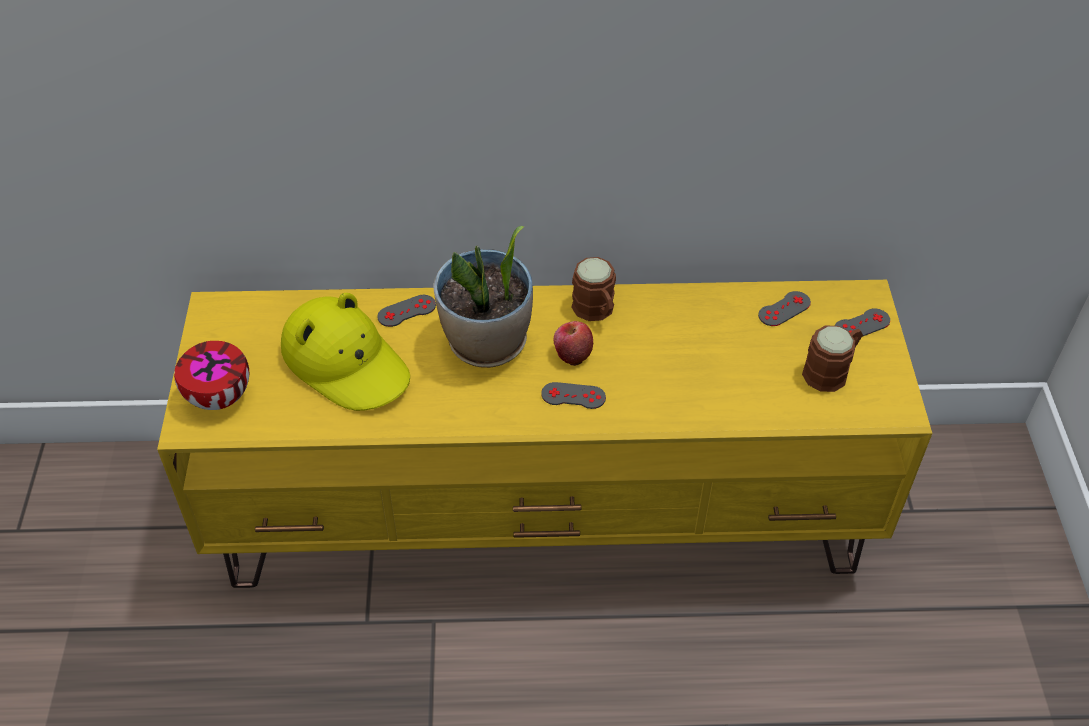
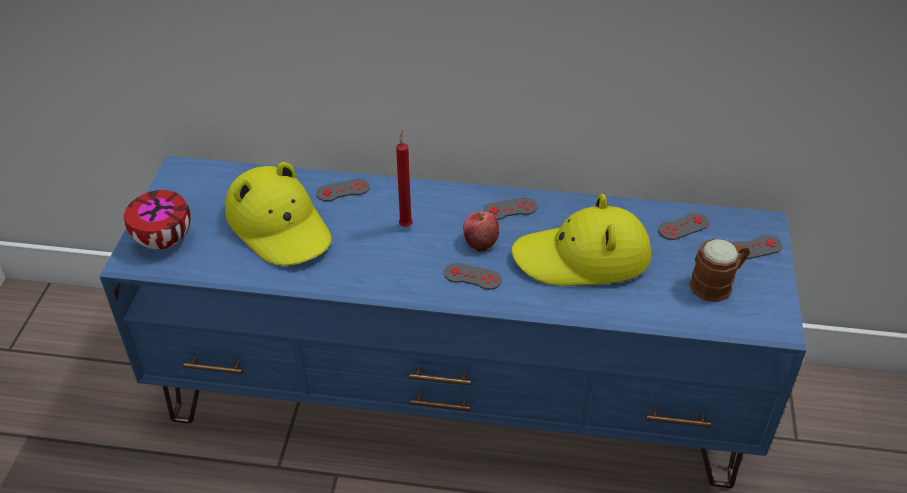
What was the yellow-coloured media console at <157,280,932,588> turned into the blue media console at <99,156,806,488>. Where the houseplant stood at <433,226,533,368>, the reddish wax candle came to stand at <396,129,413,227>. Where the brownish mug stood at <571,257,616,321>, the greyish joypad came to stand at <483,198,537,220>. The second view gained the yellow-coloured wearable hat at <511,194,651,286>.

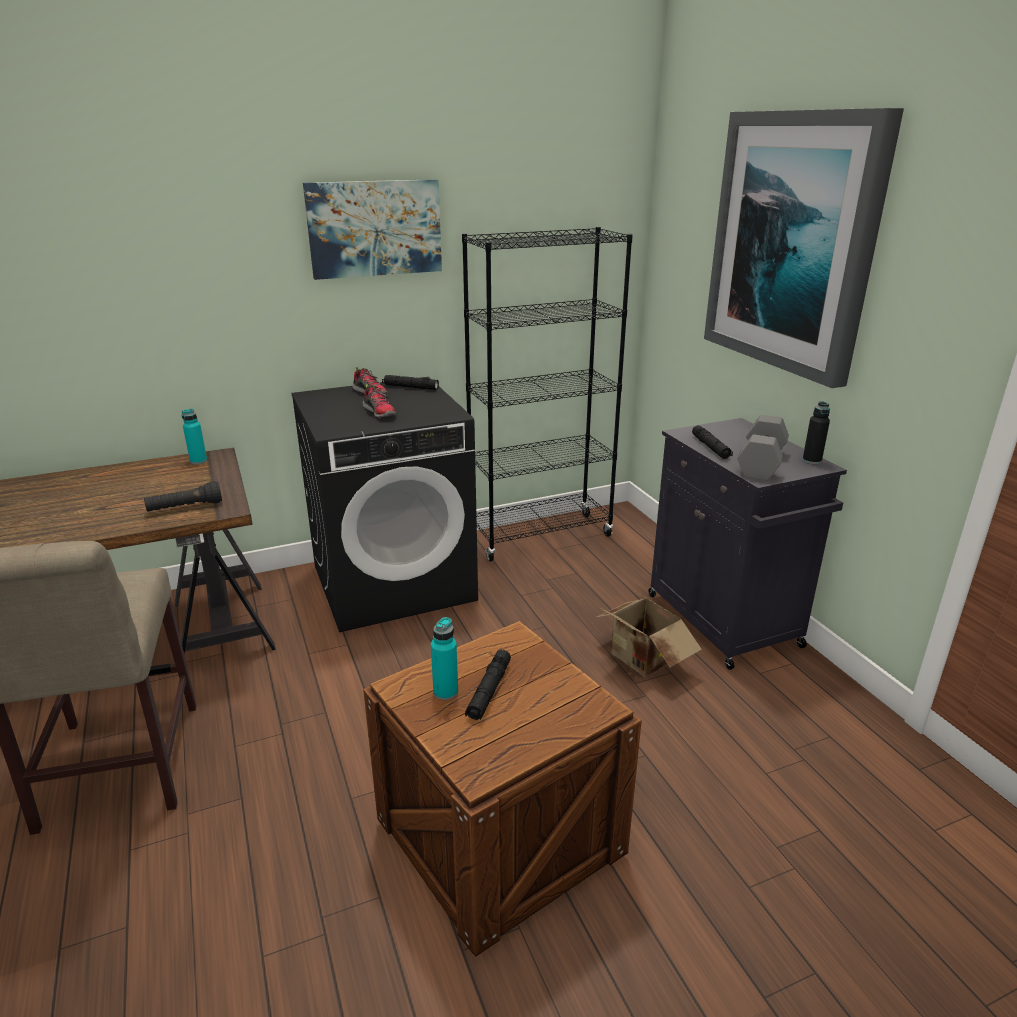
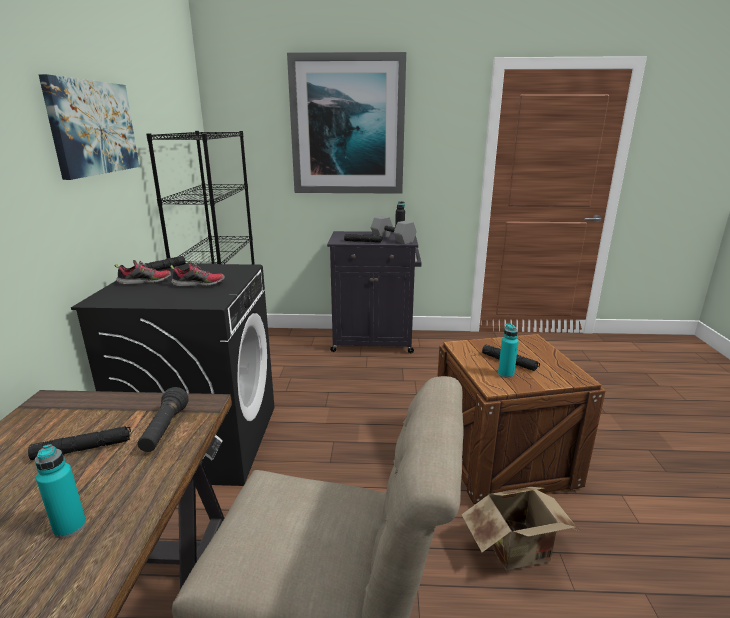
The second view gained the black torch at <28,426,131,460>. The turquoise-coloured drink bottle ended up elsewhere, having gone from <182,409,207,464> to <35,444,86,538>. The carton ended up elsewhere, having gone from <595,592,702,677> to <461,487,582,571>.

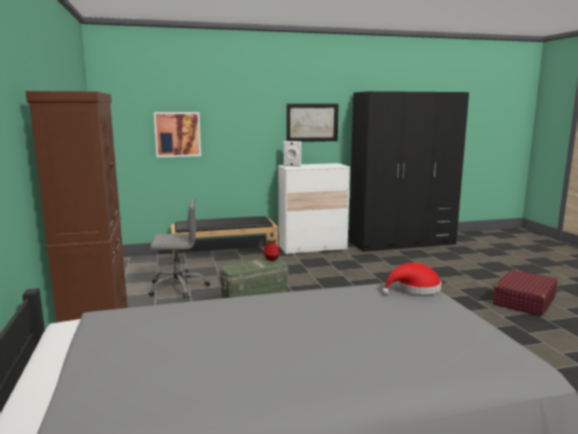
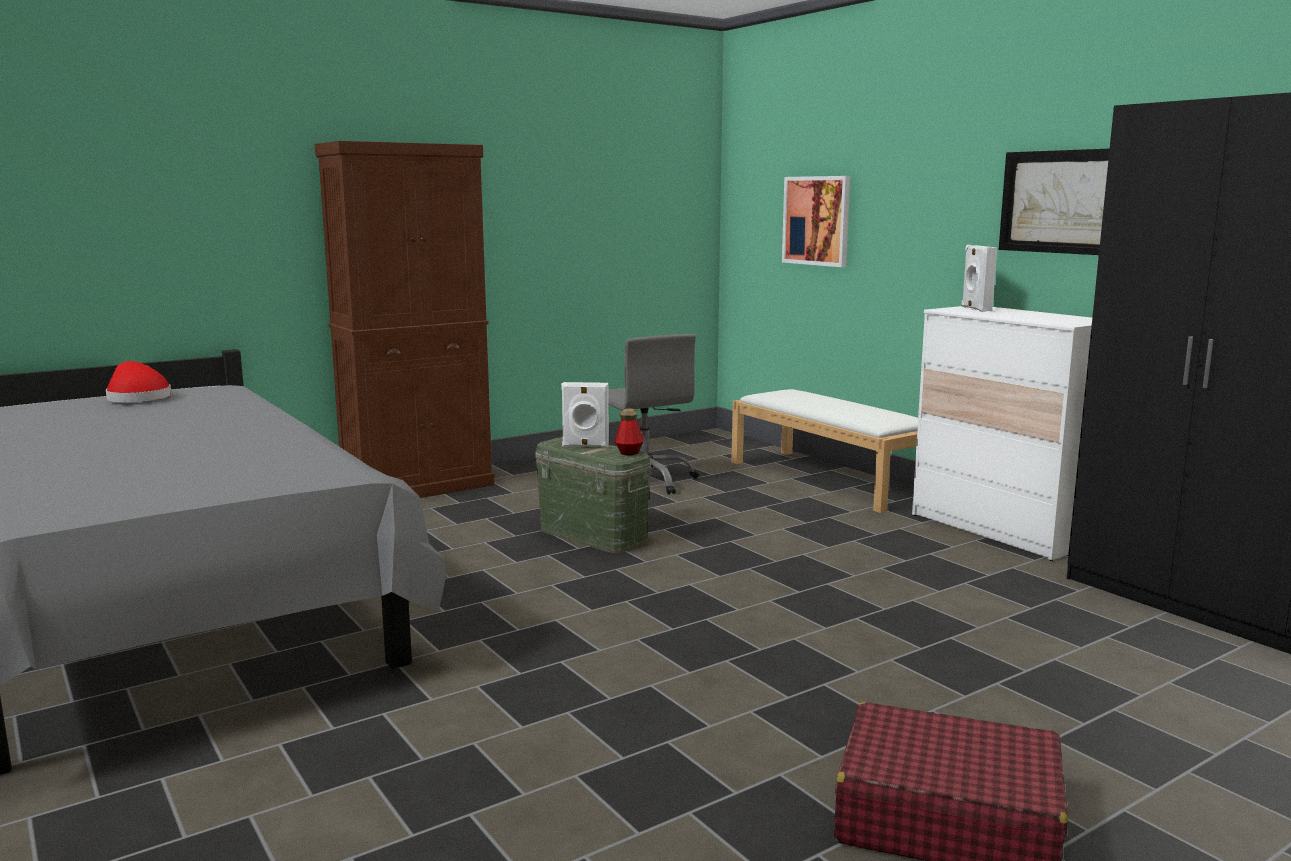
The reddish wearable hat ended up elsewhere, having gone from <382,263,441,295> to <106,361,171,402>. The second view gained the white loudspeaker at <561,382,609,447>. What was the black bench at <171,216,278,266> turned into the white bench at <731,389,918,513>.

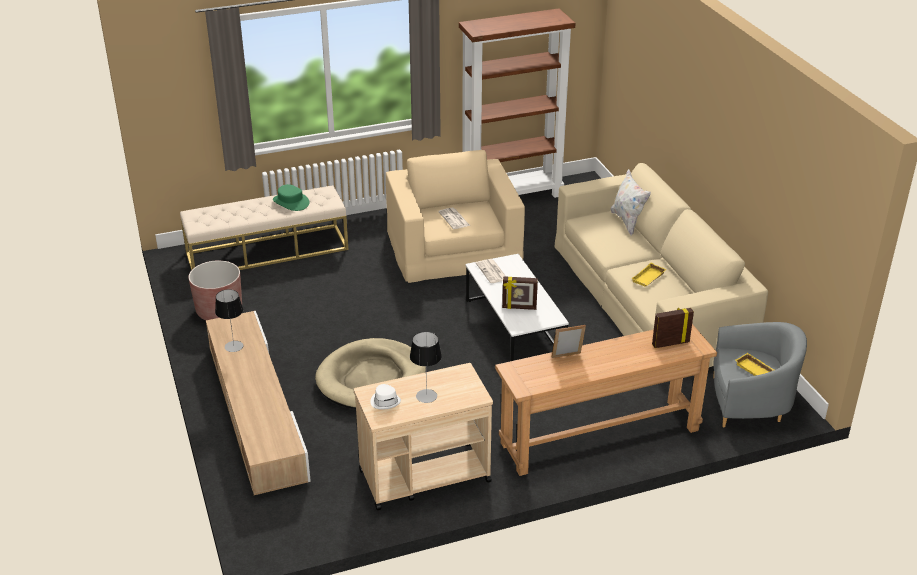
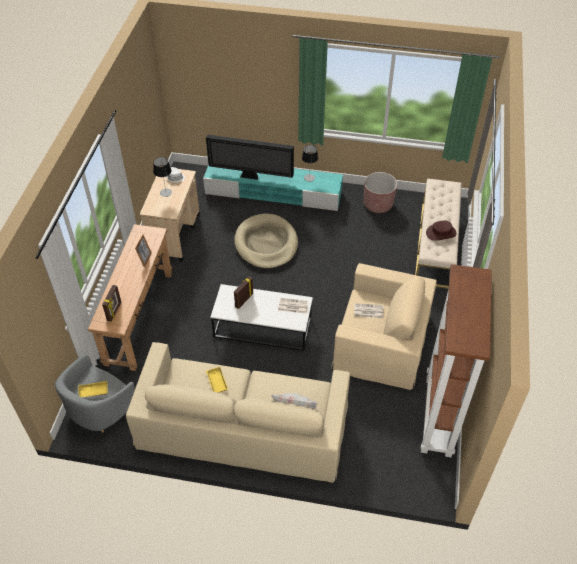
What was the beige media console at <206,311,311,495> turned into the turquoise-coloured media console at <203,165,343,211>. The second view gained the television at <206,135,294,180>. What was the green-coloured wearable hat at <273,184,310,211> turned into the brownish wearable hat at <426,221,457,241>.

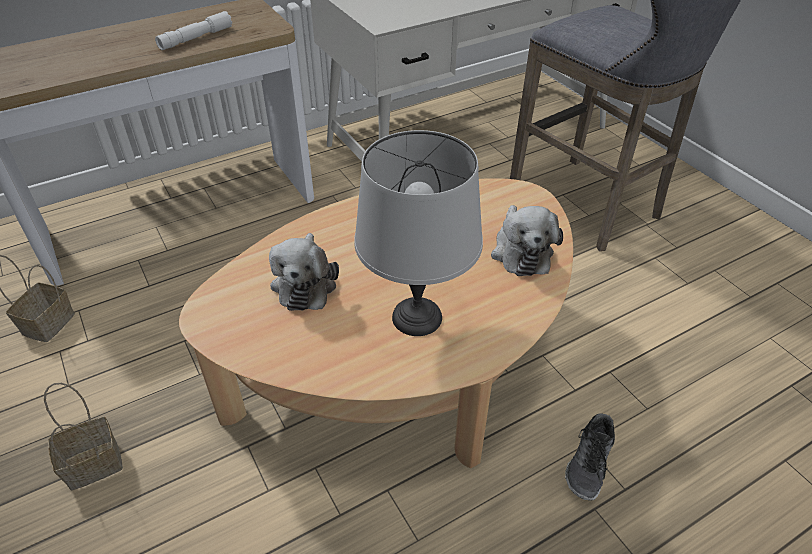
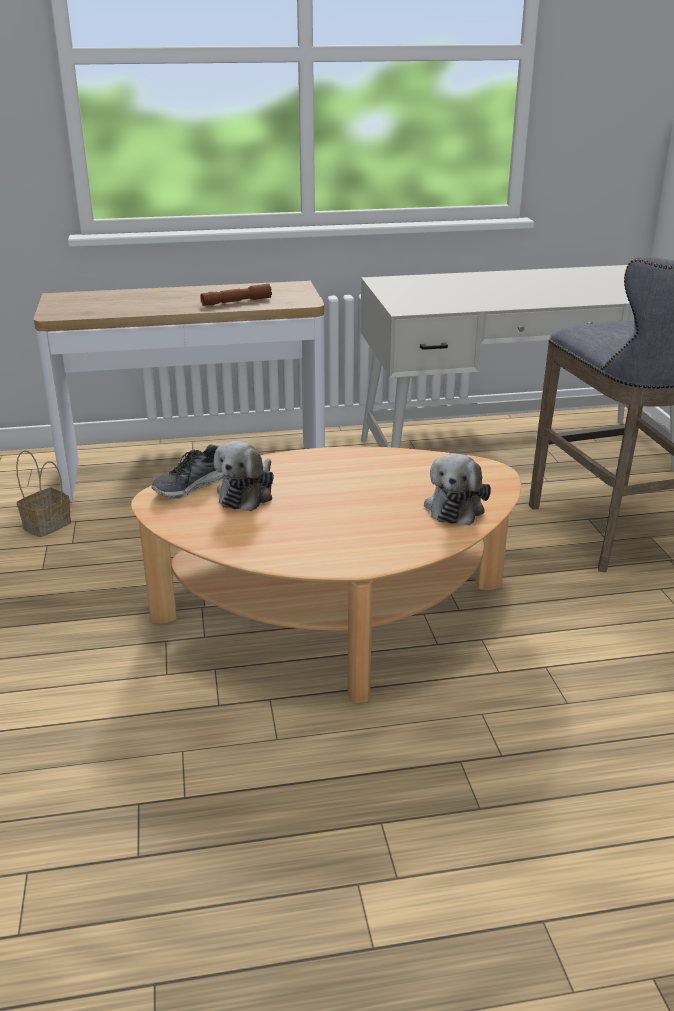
The item of footwear ended up elsewhere, having gone from <565,414,615,501> to <152,445,224,499>. What was the white torch at <155,11,232,50> turned into the brownish torch at <200,283,272,306>. The second view lost the basket at <44,383,123,490>. The second view lost the greyish lamp for a table at <354,130,483,336>.

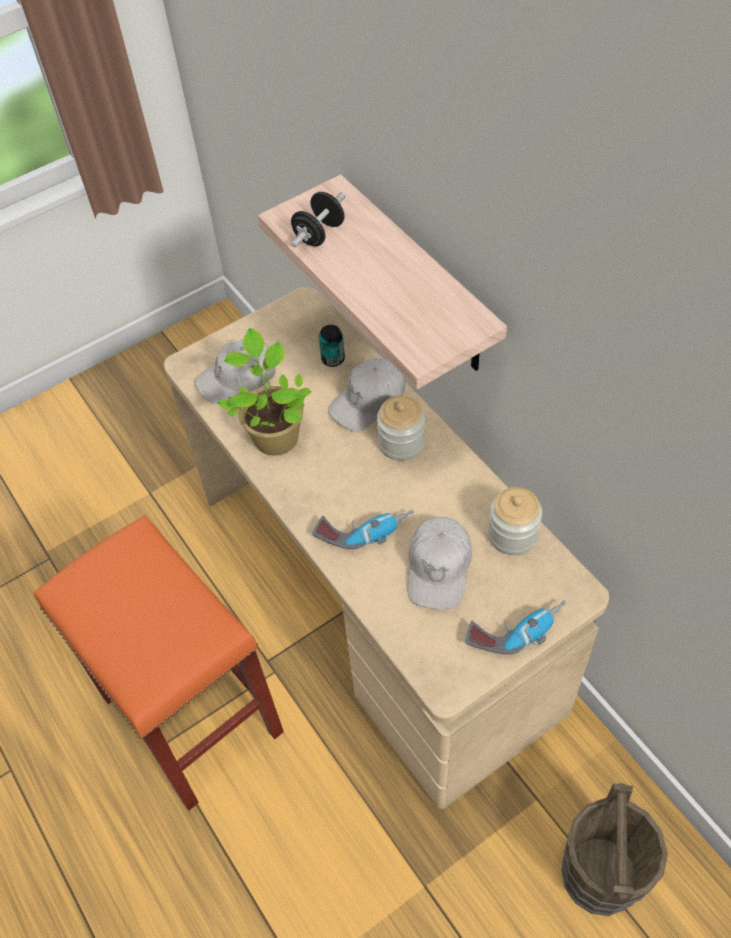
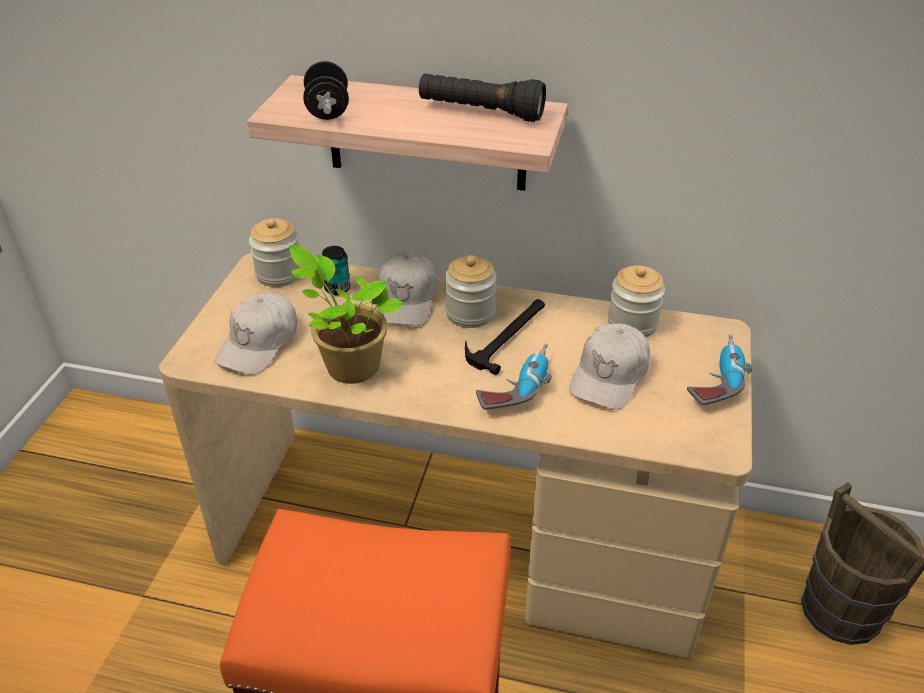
The second view gained the jar at <249,218,303,287>. The second view gained the black torch at <419,73,546,122>. The second view gained the hand hammer at <465,299,545,375>. The white baseball cap at <407,517,472,609> ended up facing another way, 60 degrees clockwise from before.

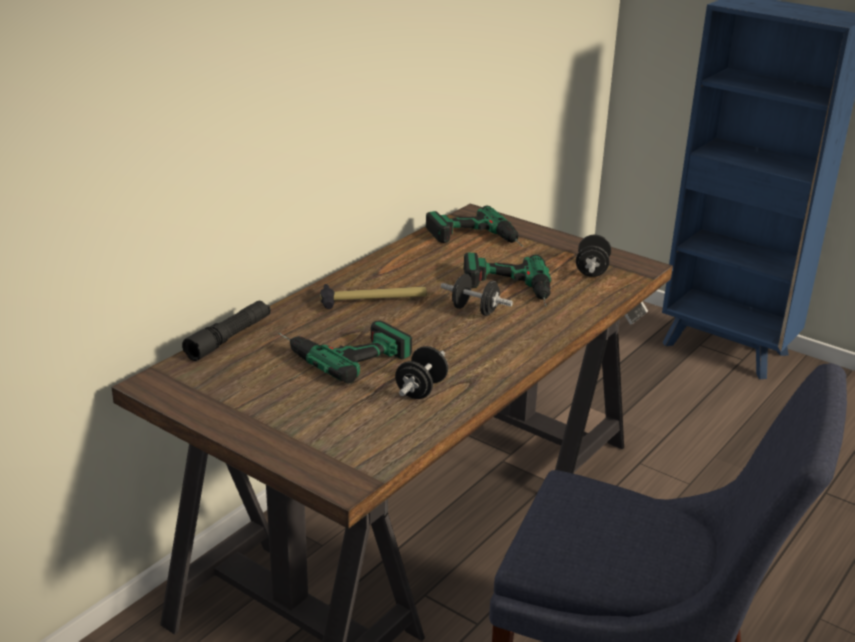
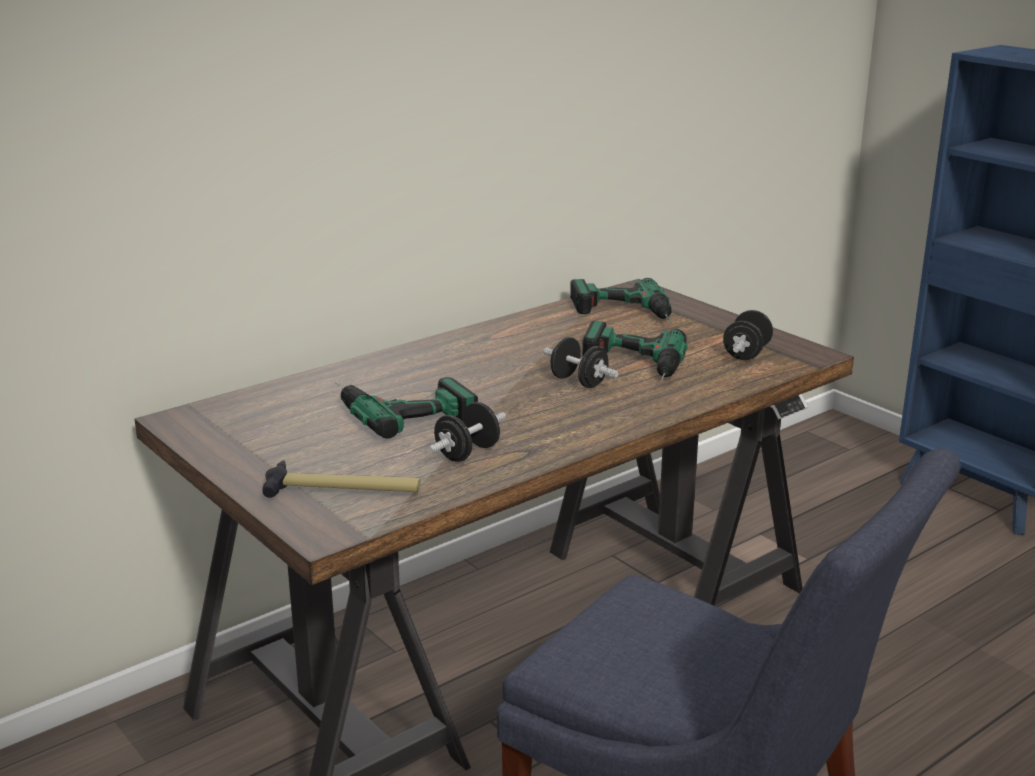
The hand hammer ended up elsewhere, having gone from <320,284,427,309> to <262,460,420,498>. The second view lost the black torch at <182,301,271,361>.

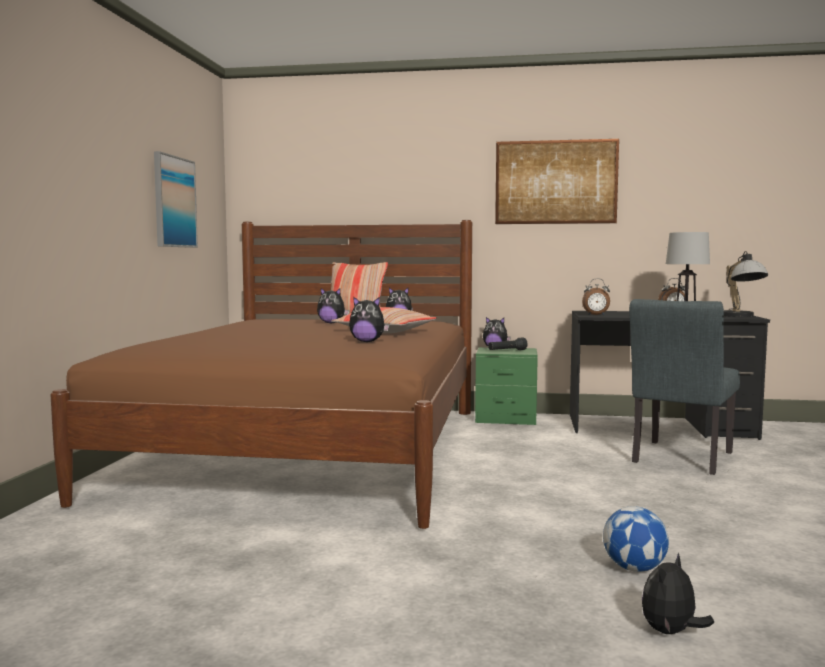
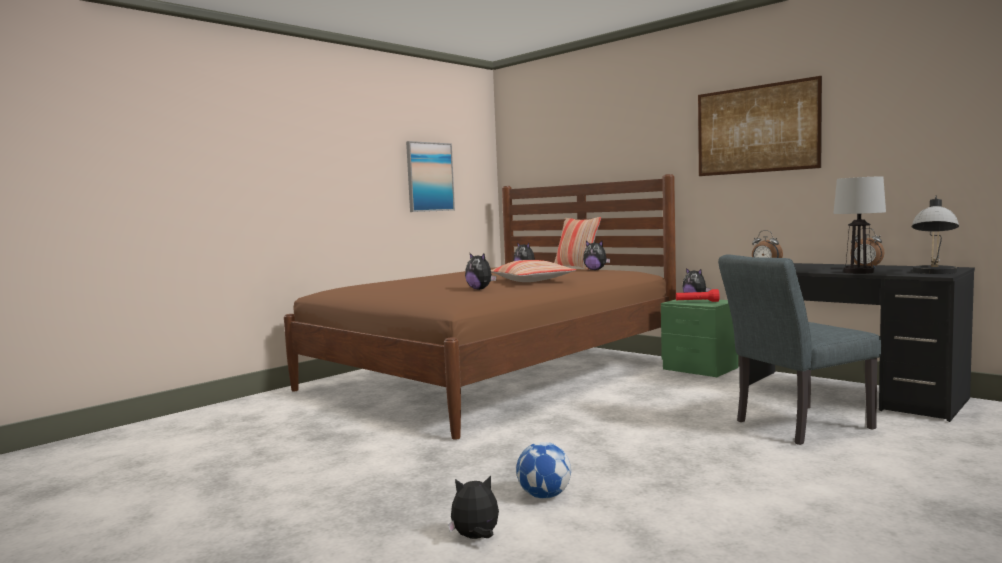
What was the black torch at <488,337,528,350> turned into the reddish torch at <676,289,720,302>.

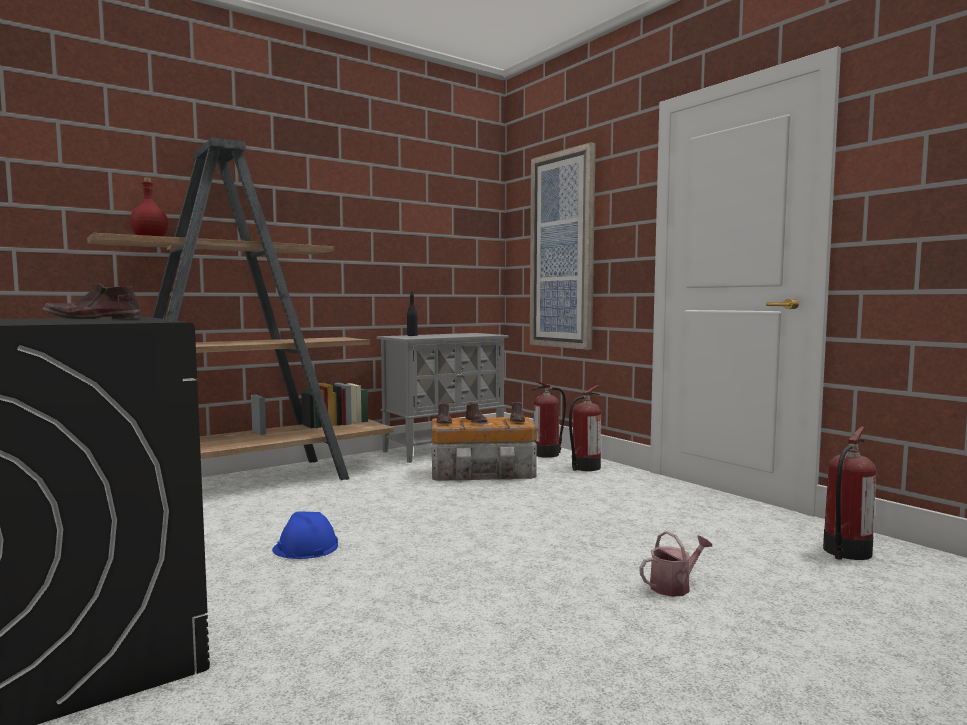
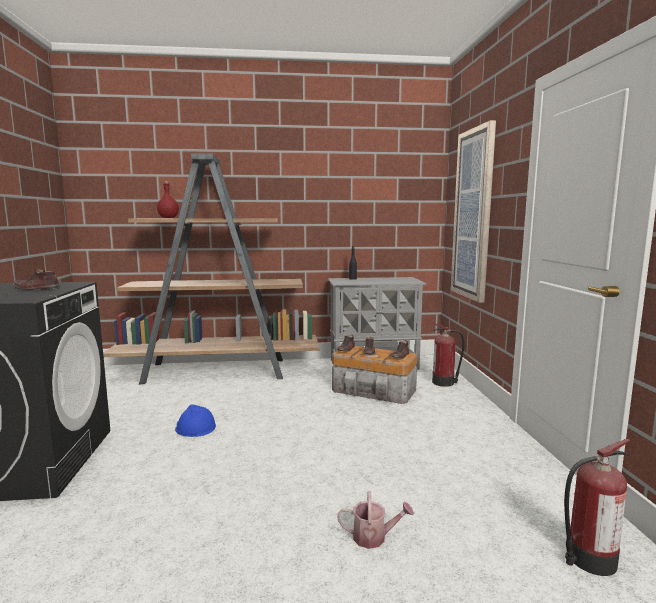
The second view lost the extinguisher at <569,385,601,471>.

